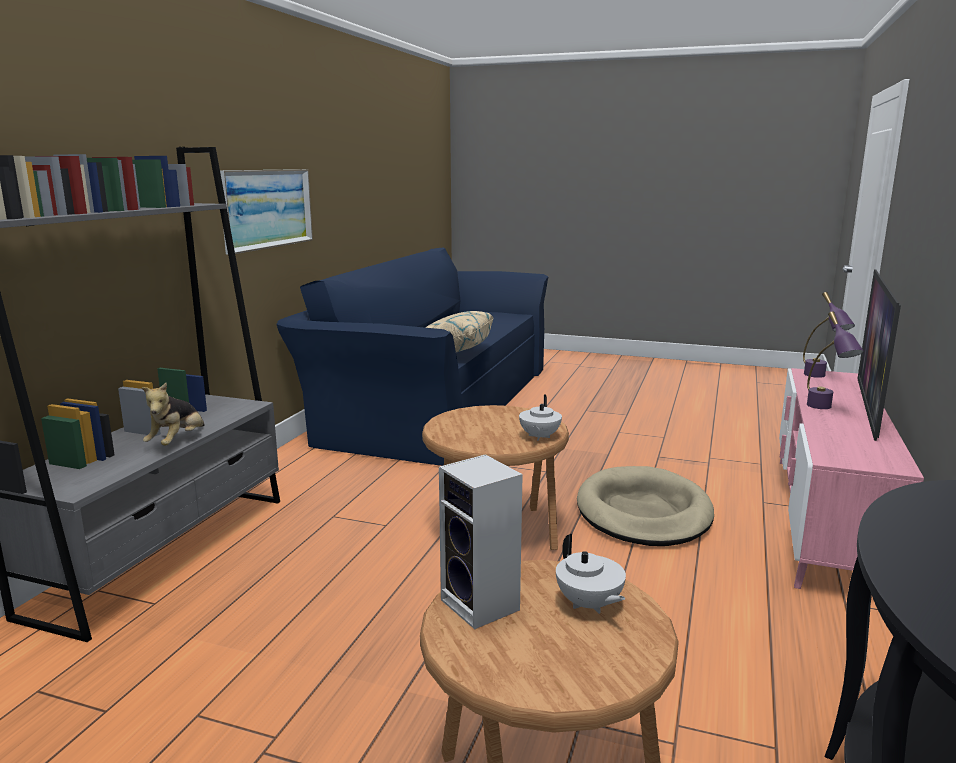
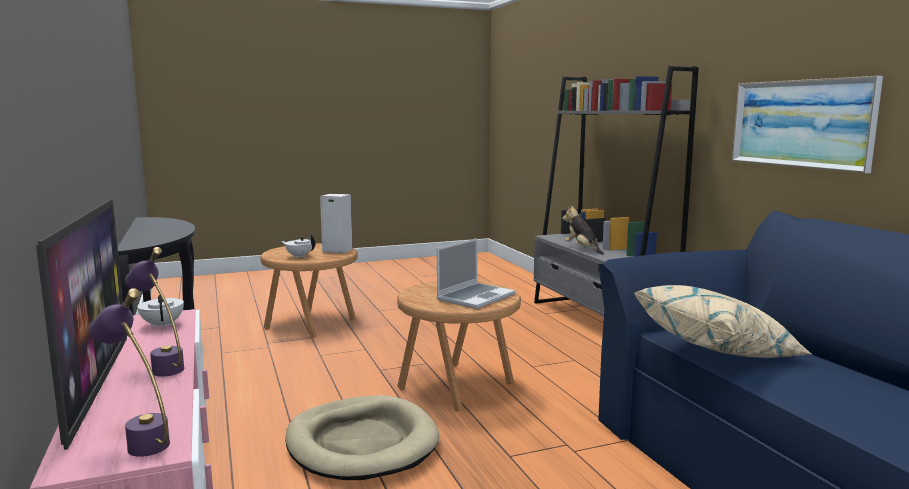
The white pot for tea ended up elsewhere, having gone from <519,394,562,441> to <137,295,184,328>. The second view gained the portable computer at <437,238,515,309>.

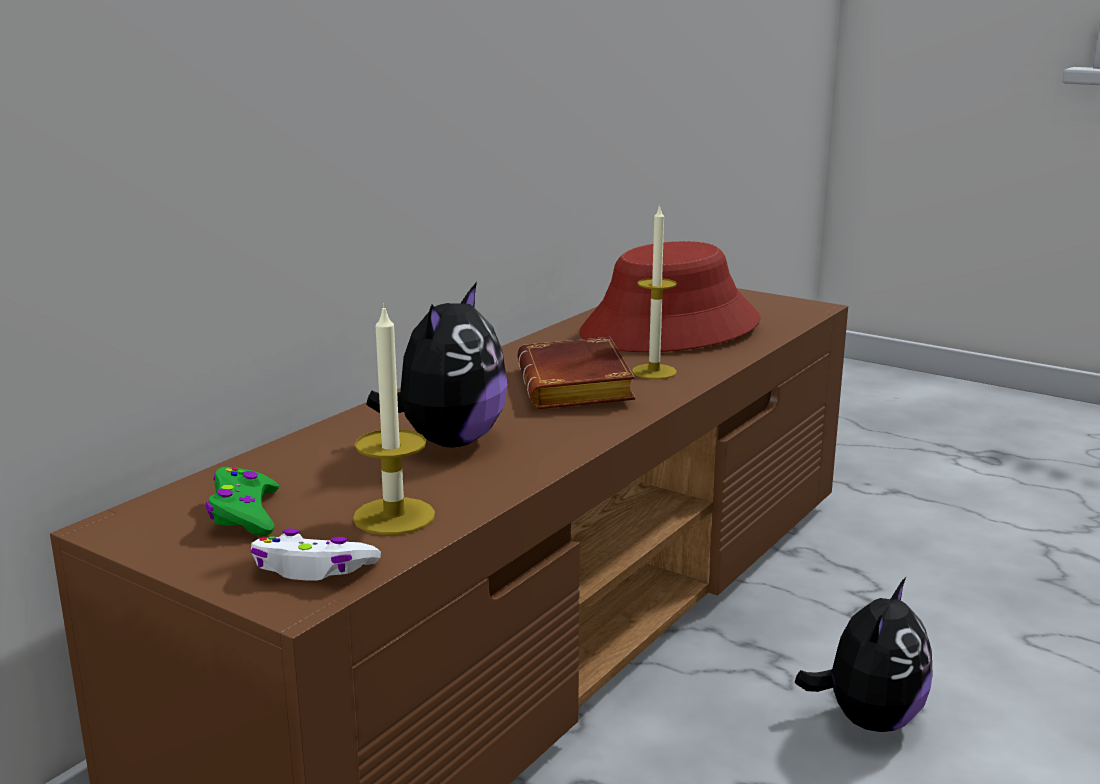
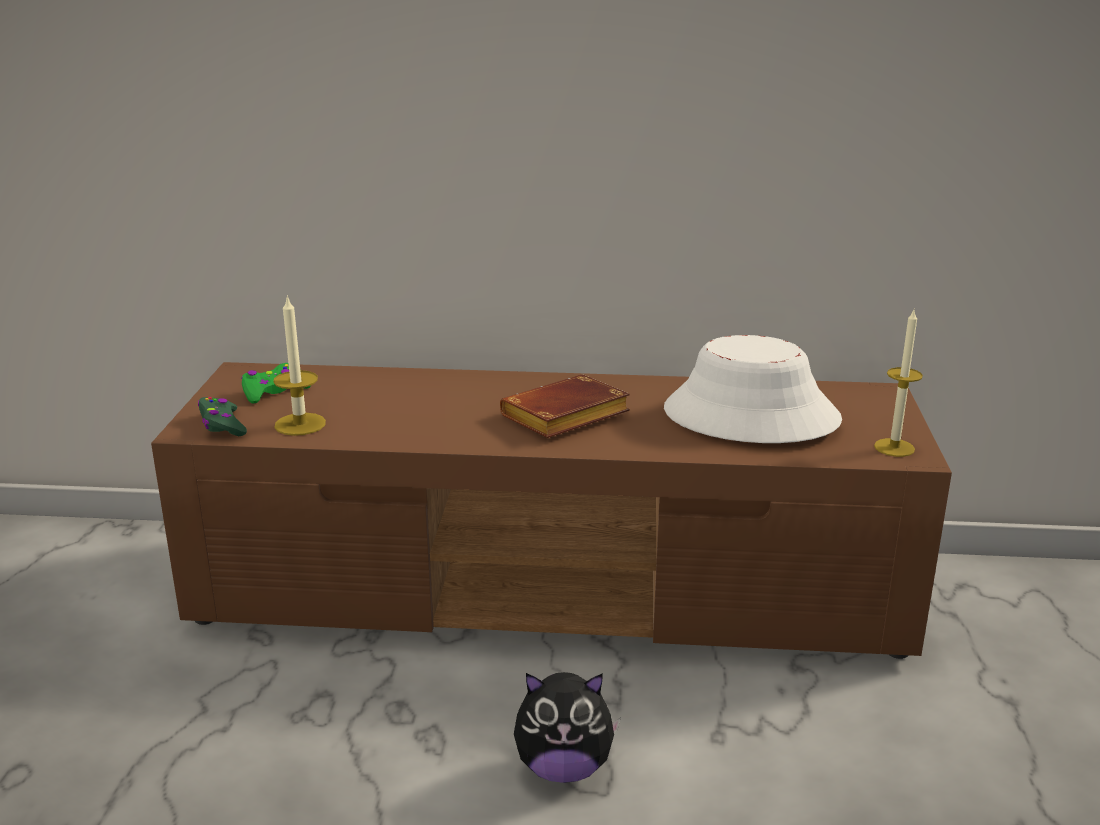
What was the white joypad at <251,528,381,581> turned into the green-coloured joypad at <198,397,247,436>. What was the reddish wearable hat at <580,241,761,352> turned into the white wearable hat at <664,335,842,443>. The wax candle ended up elsewhere, having gone from <632,204,677,379> to <874,310,923,457>. The second view lost the cuddly toy at <366,282,508,447>.

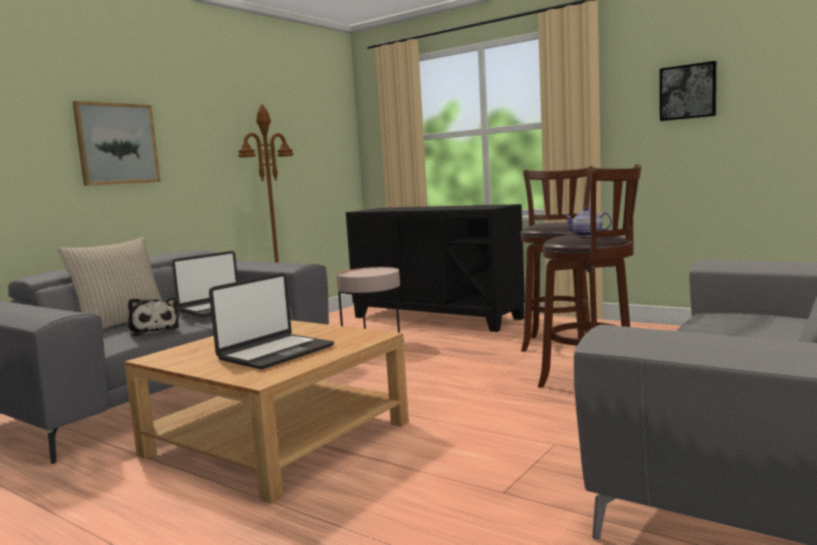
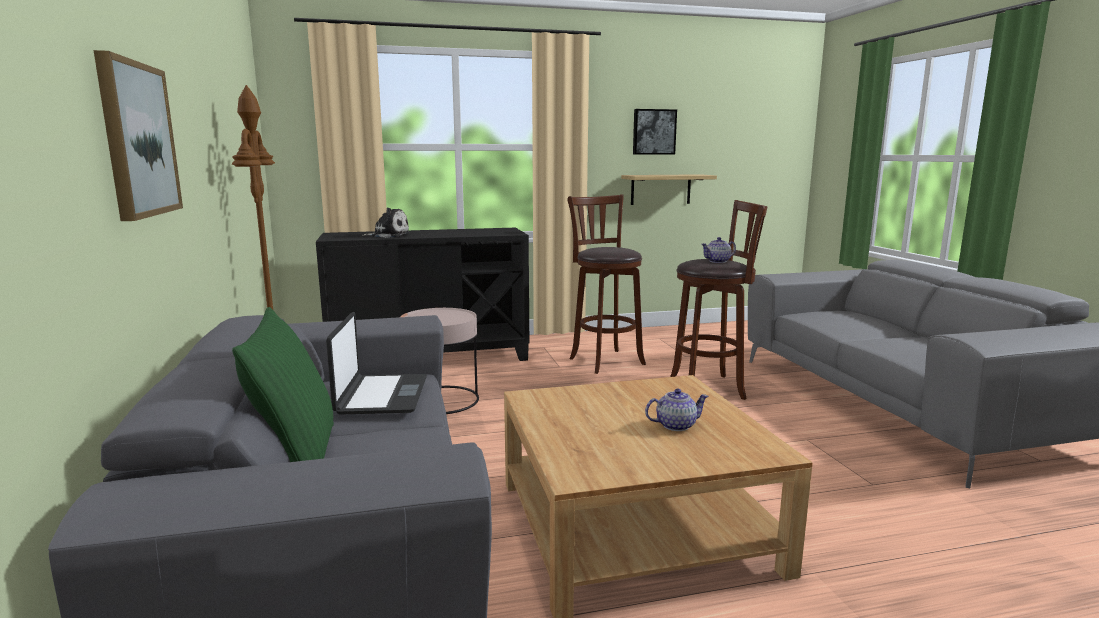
What was the beige pillow at <58,237,162,329> turned into the green-coloured pillow at <232,307,334,462>. The cuddly toy ended up elsewhere, having gone from <128,297,179,336> to <362,208,410,238>. The second view gained the shelf at <621,174,717,205>. Where the portable computer stood at <209,273,334,369>, the pot for tea came to stand at <645,389,709,431>.

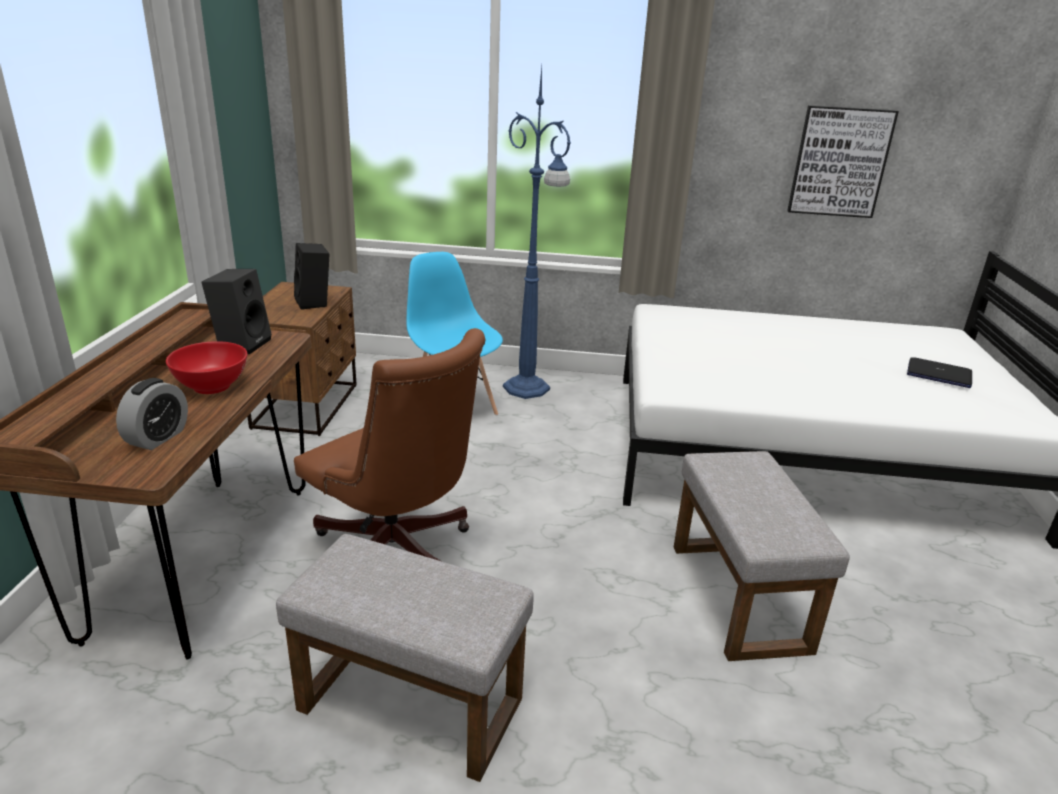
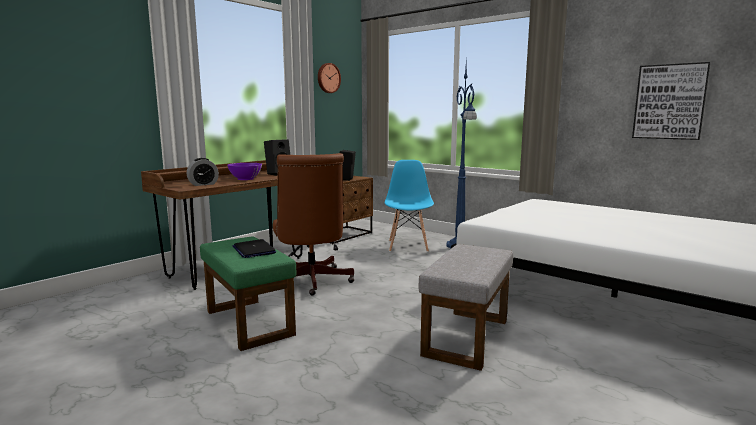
What was the greyish pouffe at <276,534,534,782> turned into the green-coloured pouffe at <200,236,296,351>. What was the reddish serving bowl at <166,341,247,394> turned into the purple-coloured serving bowl at <227,163,262,180>. The portable computer ended up elsewhere, having gone from <907,357,972,388> to <232,239,276,258>. The second view gained the wall clock at <318,63,341,93>.

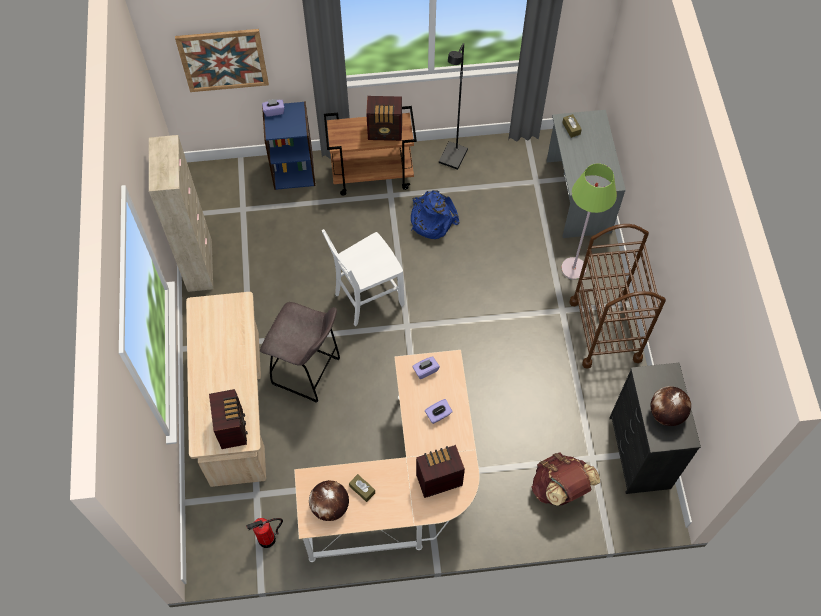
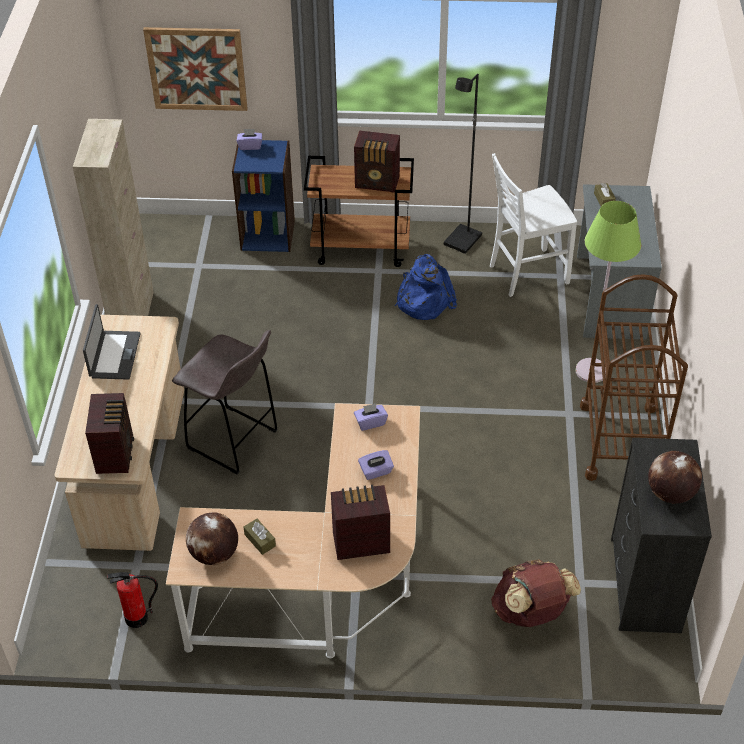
The second view gained the portable computer at <83,304,141,380>. The white chair ended up elsewhere, having gone from <322,229,405,326> to <490,153,577,297>.

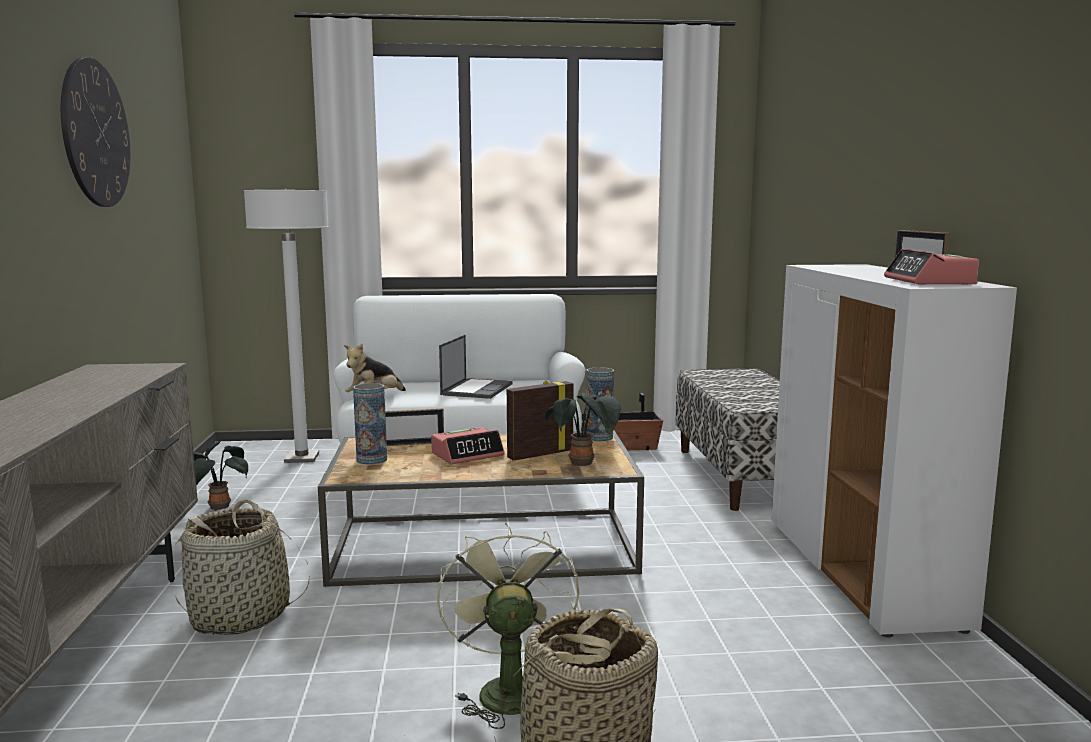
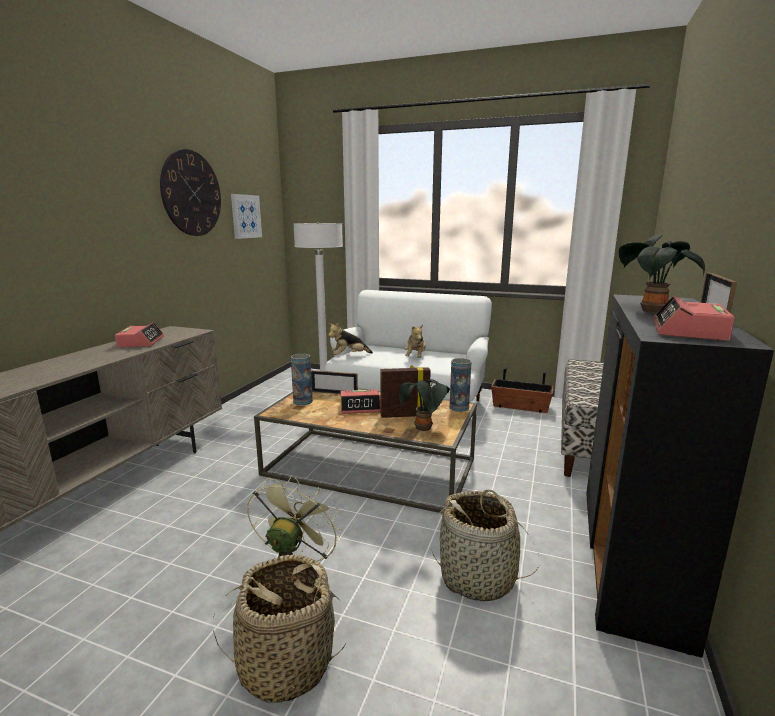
The second view gained the alarm clock at <115,322,164,347>. The second view gained the wall picture at <231,194,262,239>. Where the portable computer stood at <439,335,512,399>, the cuddly toy came to stand at <405,324,426,358>. The basket ended up elsewhere, having gone from <175,499,310,635> to <432,490,539,602>. What was the white cupboard at <772,264,1017,637> turned into the black cupboard at <586,294,774,658>. The houseplant ended up elsewhere, having gone from <193,441,248,511> to <619,235,705,314>.

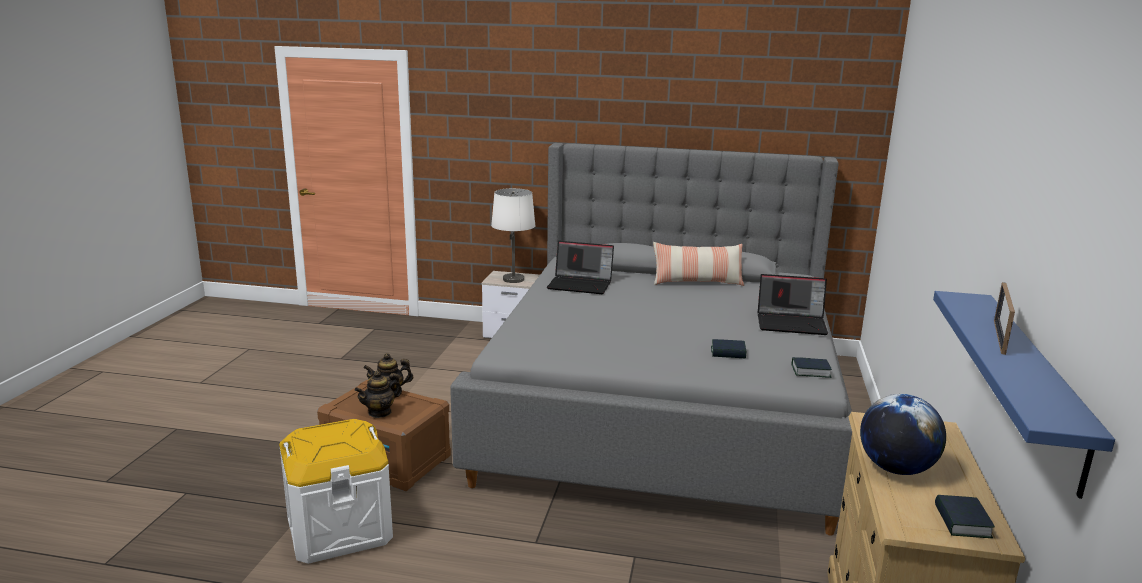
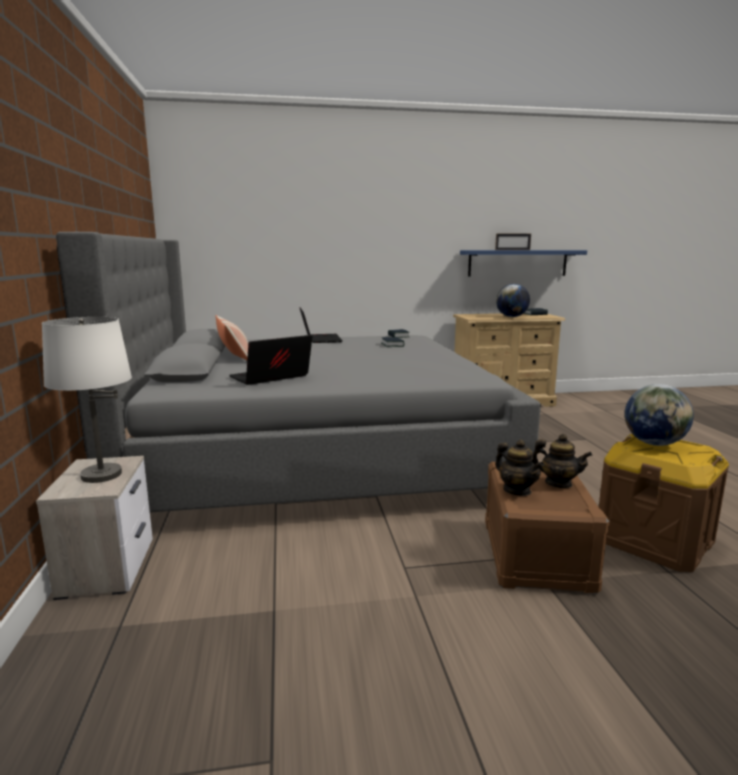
The portable computer at <547,241,614,294> ended up facing another way, 120 degrees counterclockwise from before. What was the white storage box at <279,419,393,564> turned into the brownish storage box at <599,434,729,572>. The second view gained the desk globe at <625,384,694,446>.

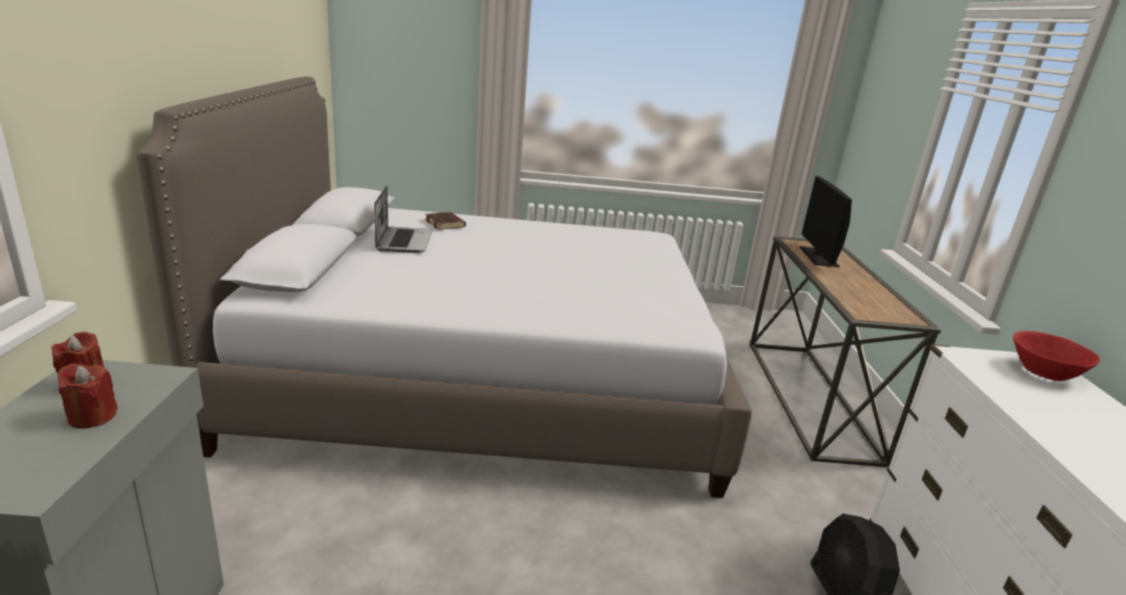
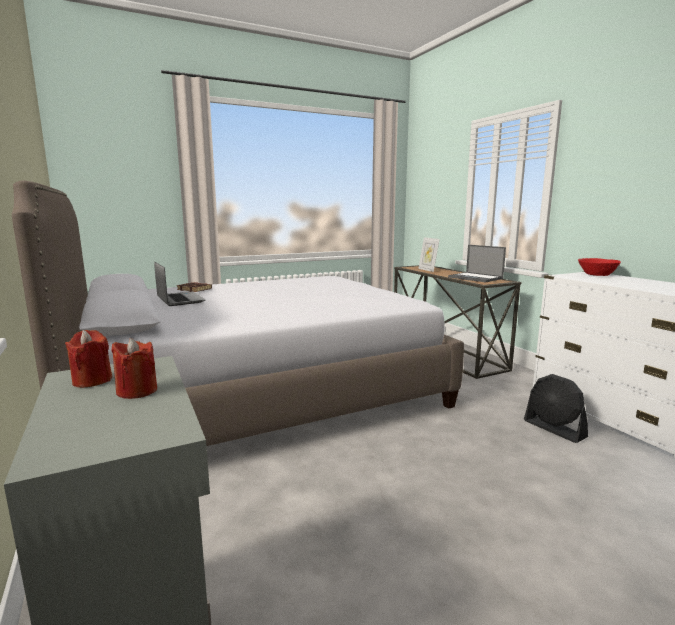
Where the monitor stood at <799,176,852,267>, the picture frame came to stand at <418,237,440,272>. The second view gained the portable computer at <448,245,506,282>.

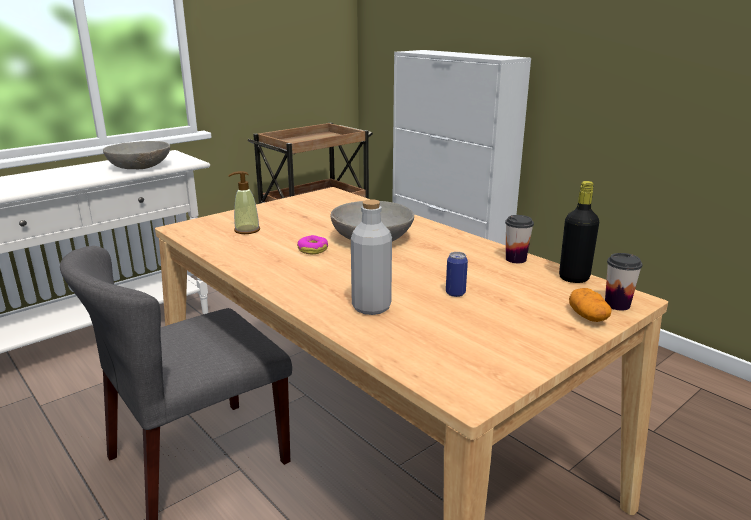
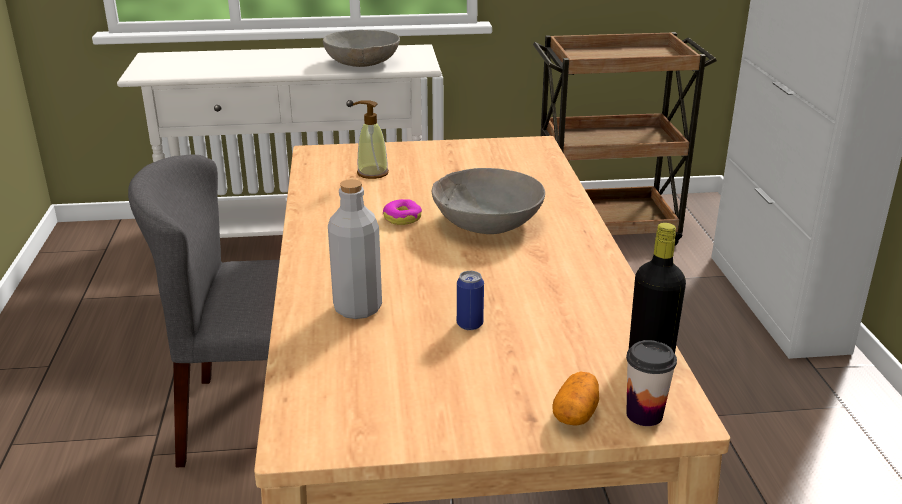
The second view lost the cup at <505,215,534,263>.

